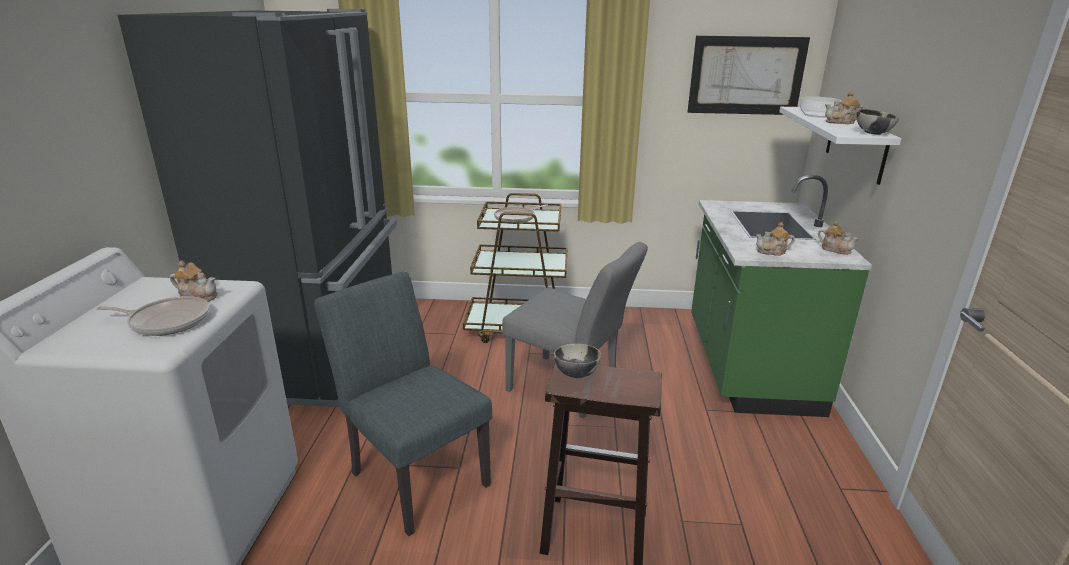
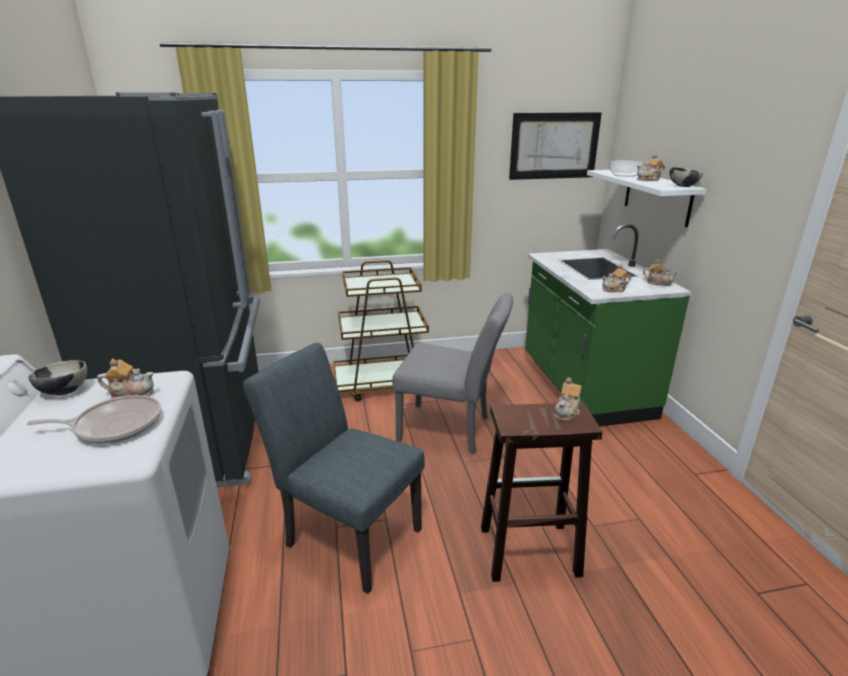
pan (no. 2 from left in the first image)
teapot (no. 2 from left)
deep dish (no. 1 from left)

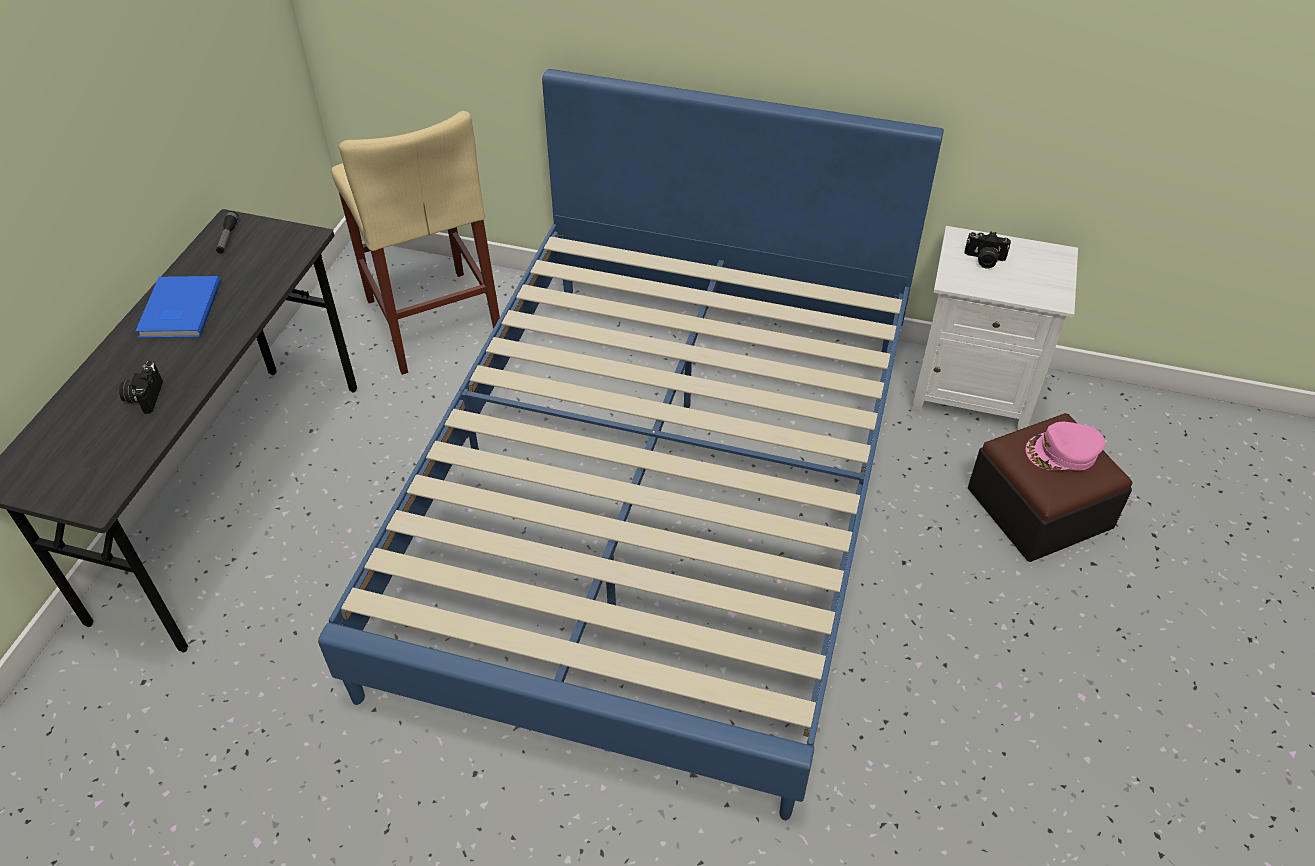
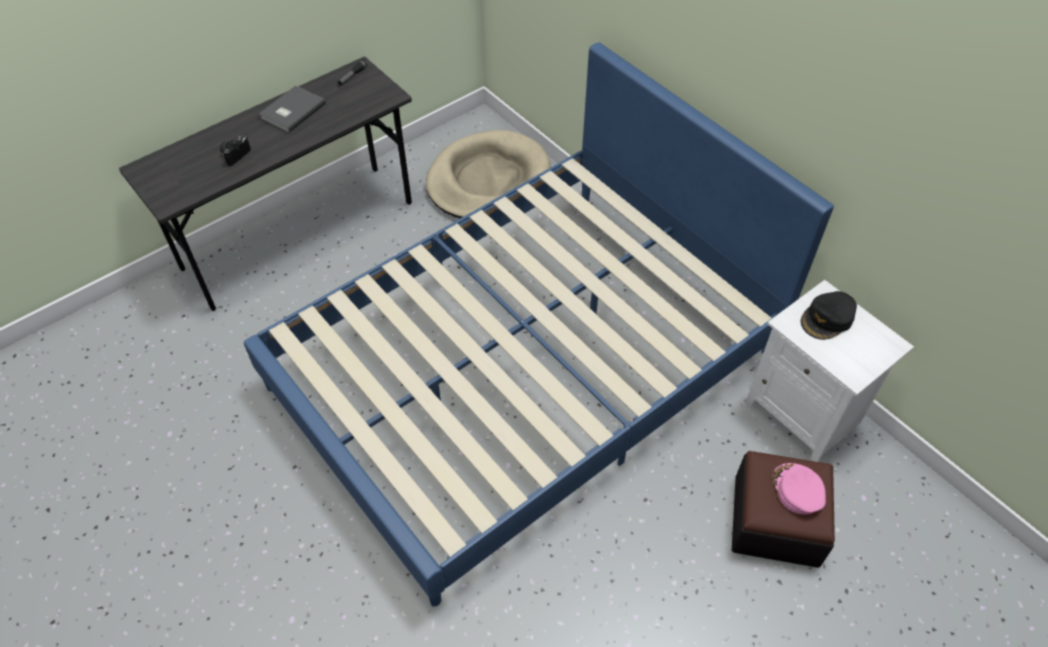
sand-coloured pet bed
blackish baseball cap
greyish volume
pink-coloured baseball cap

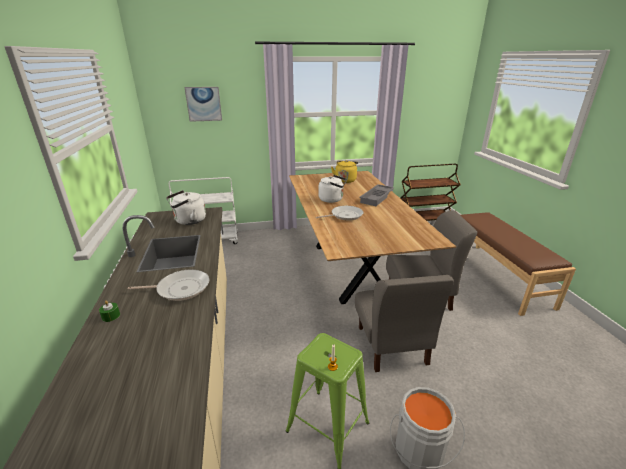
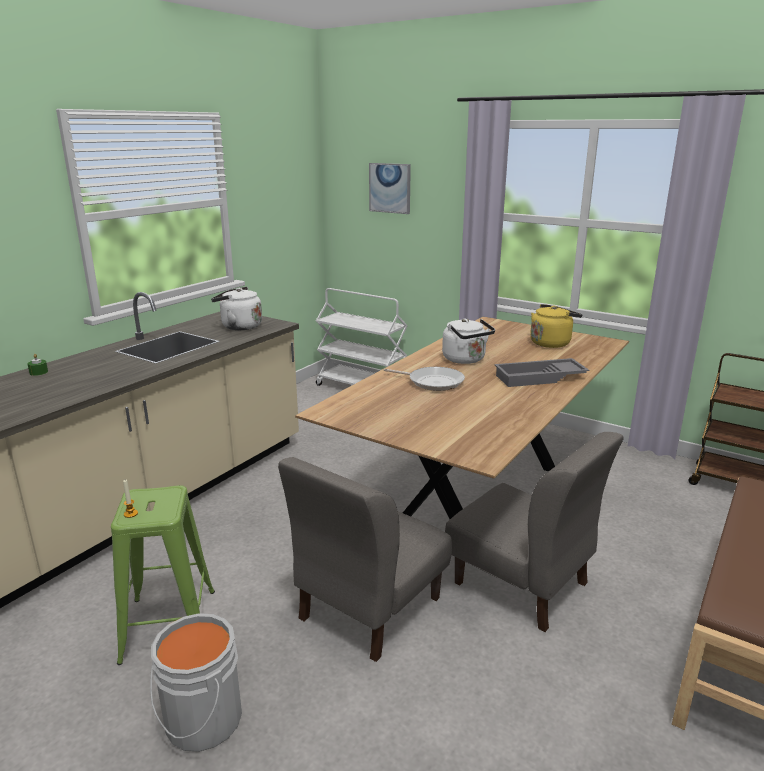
pan (no. 1 from left in the first image)

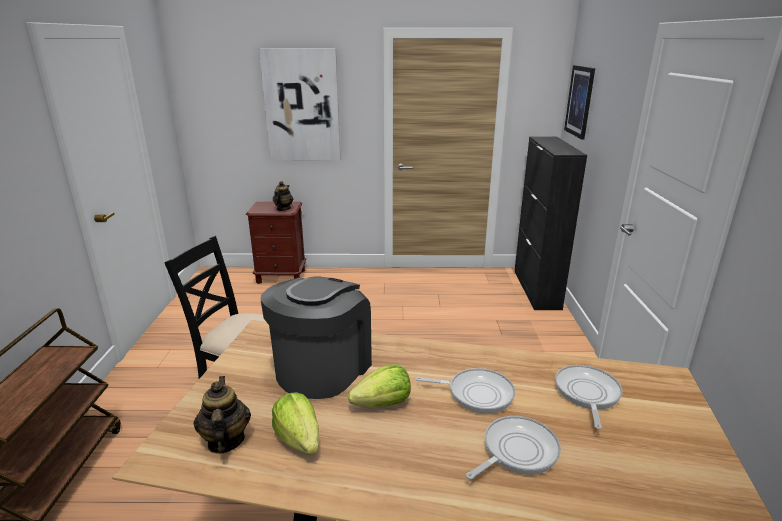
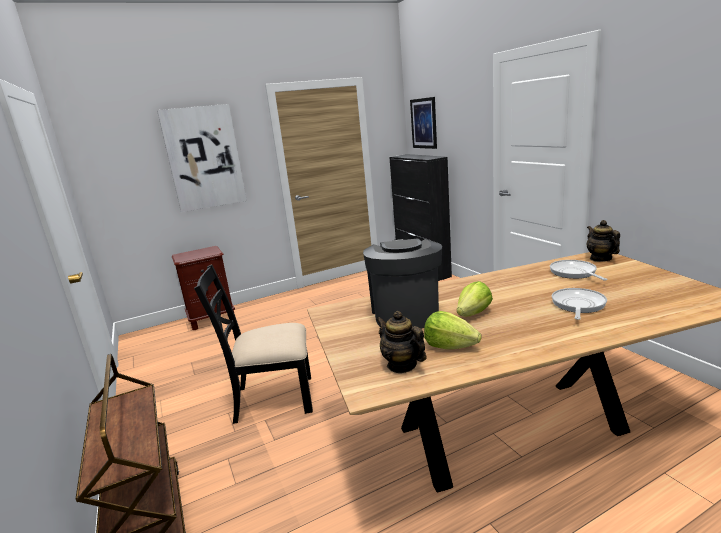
pan (no. 1 from left in the first image)
teapot (no. 2 from left)

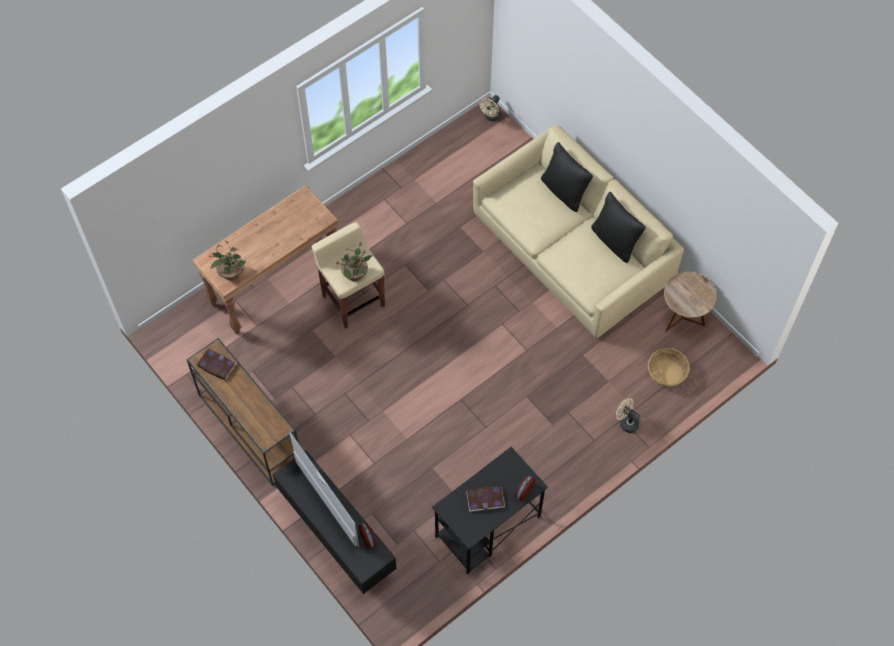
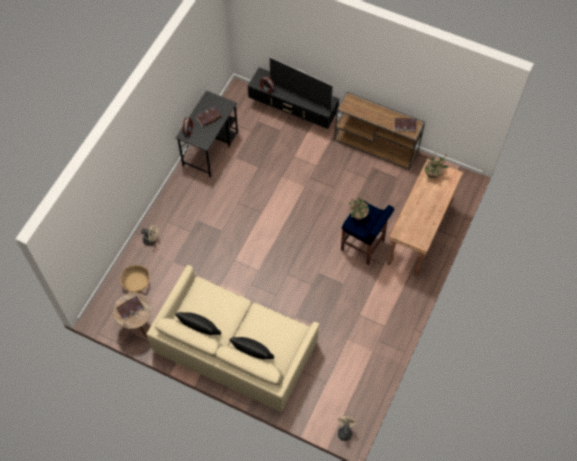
volume (no. 1 from left)
blue-coloured sitting stool

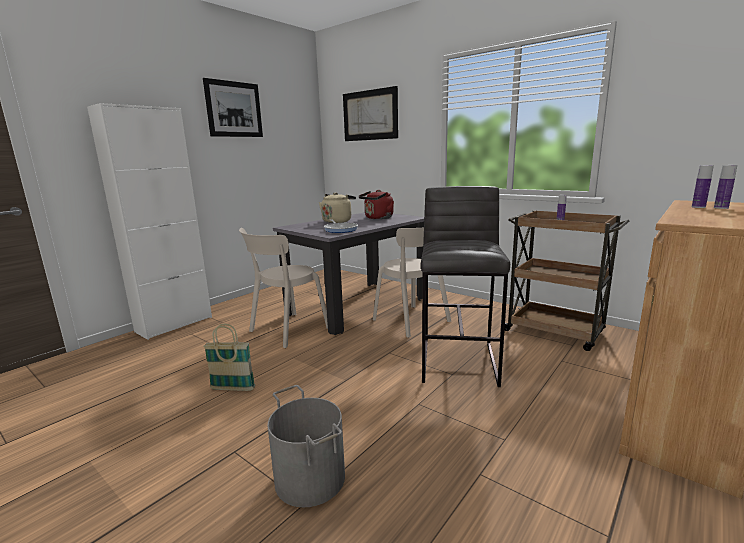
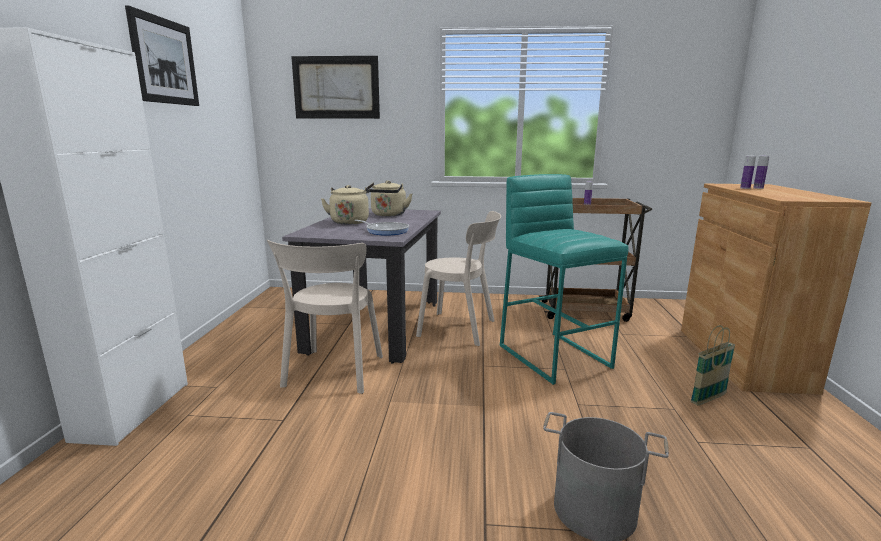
storage basket
sand-coloured tea kettle (no. 2 from left)
turquoise sitting stool

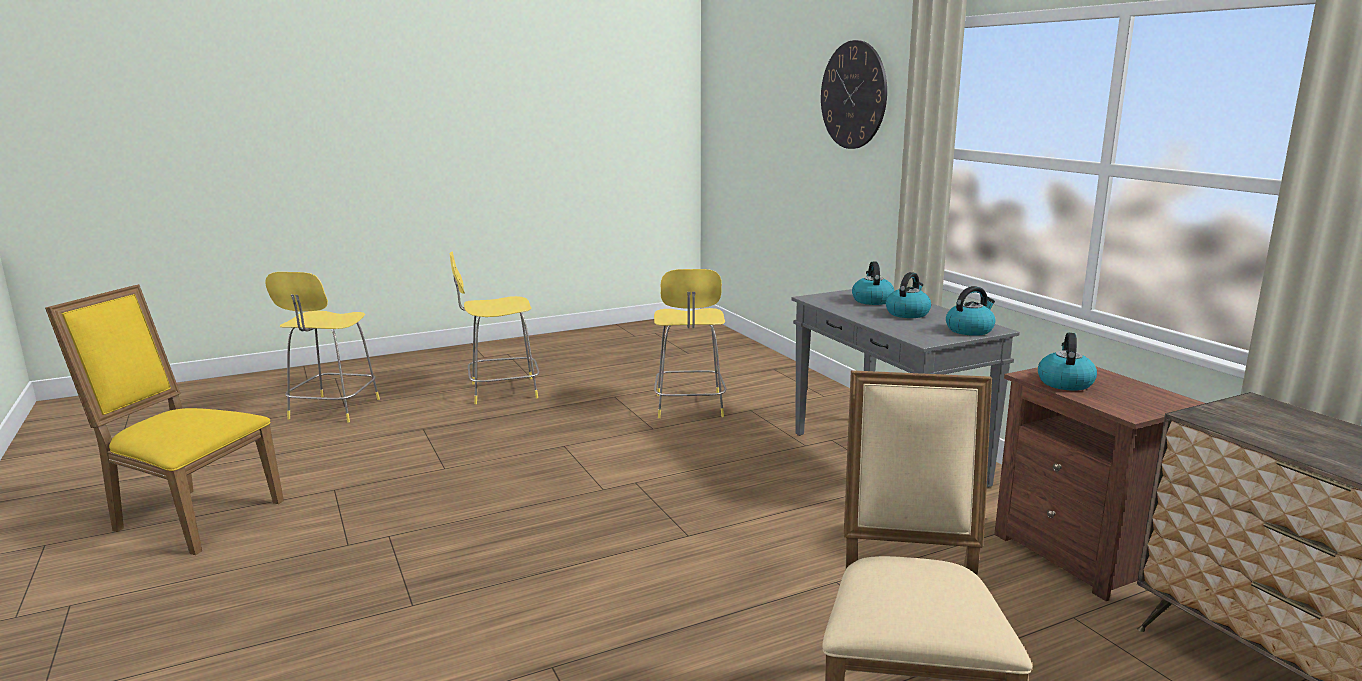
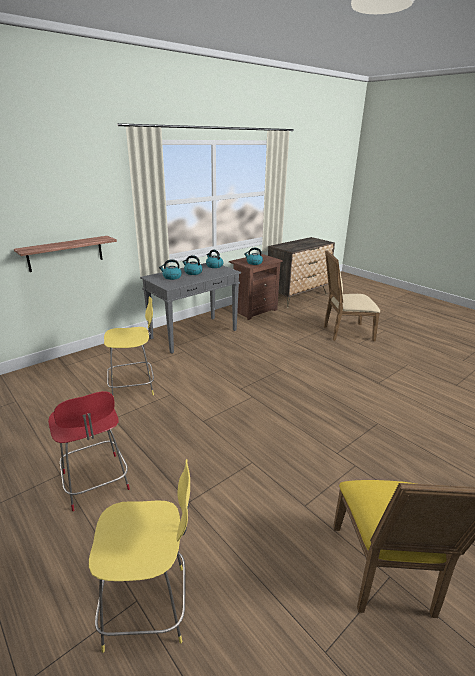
wall clock
shelf
red-coloured sitting stool

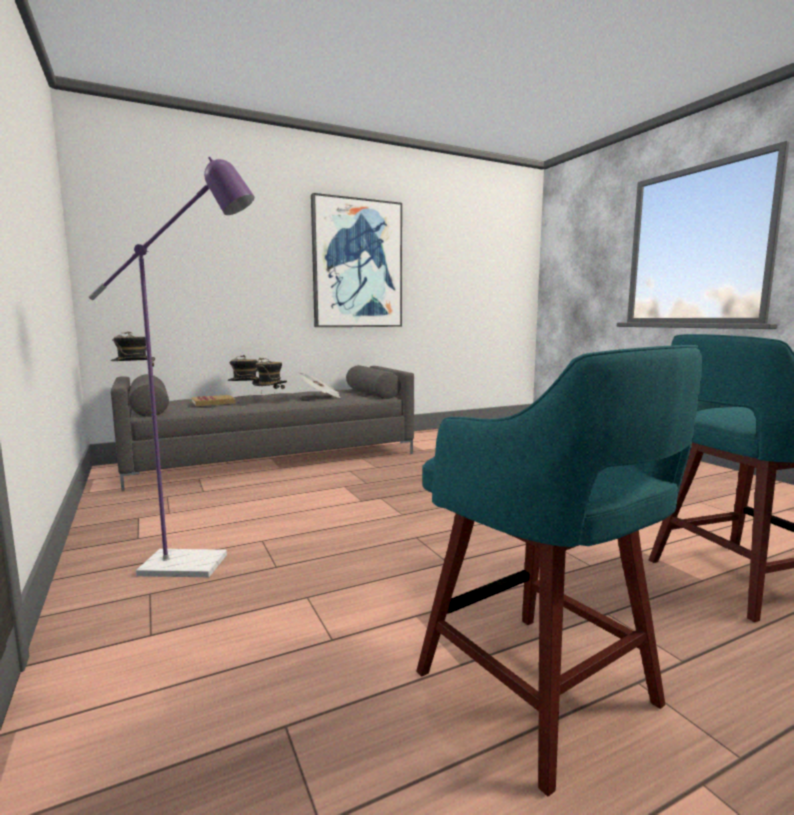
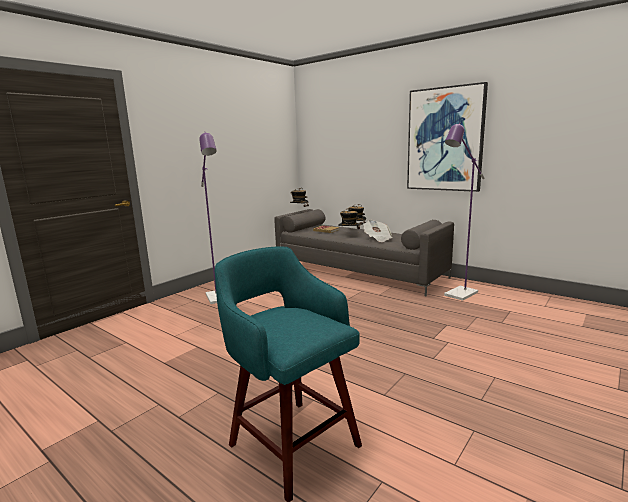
turquoise sitting stool (no. 1 from left in the first image)
purple standard lamp (no. 2 from left)

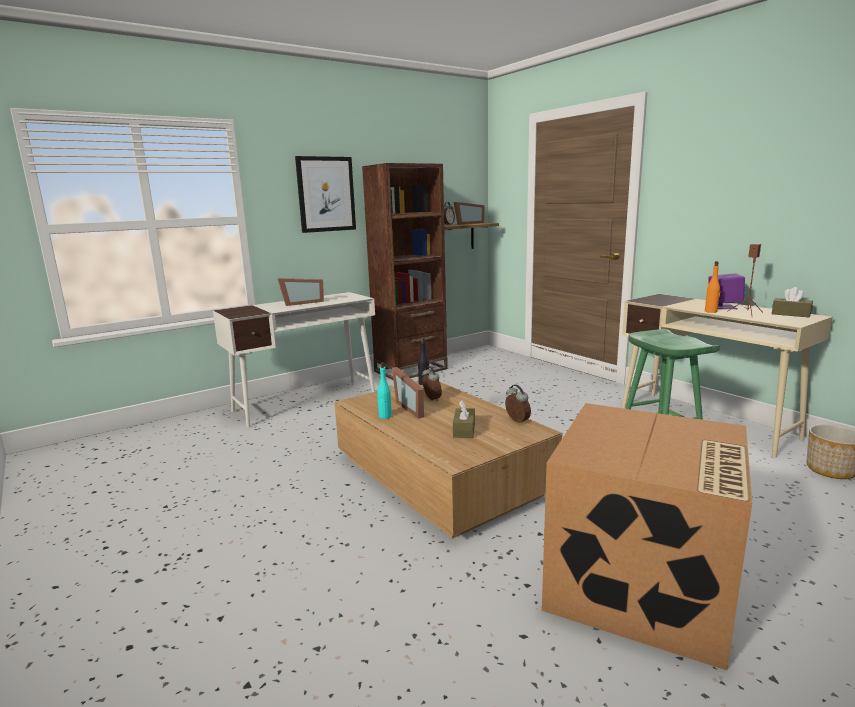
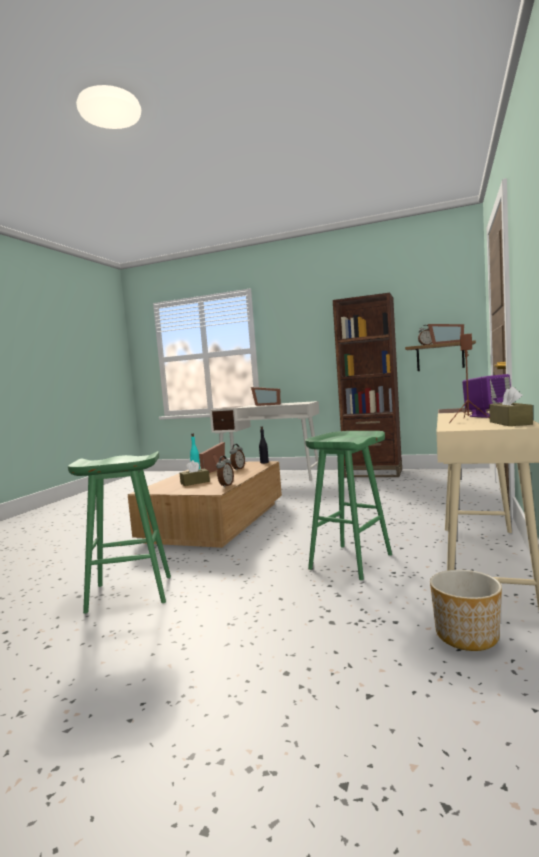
wall art
orange-coloured bottle
greenish sitting stool (no. 1 from left)

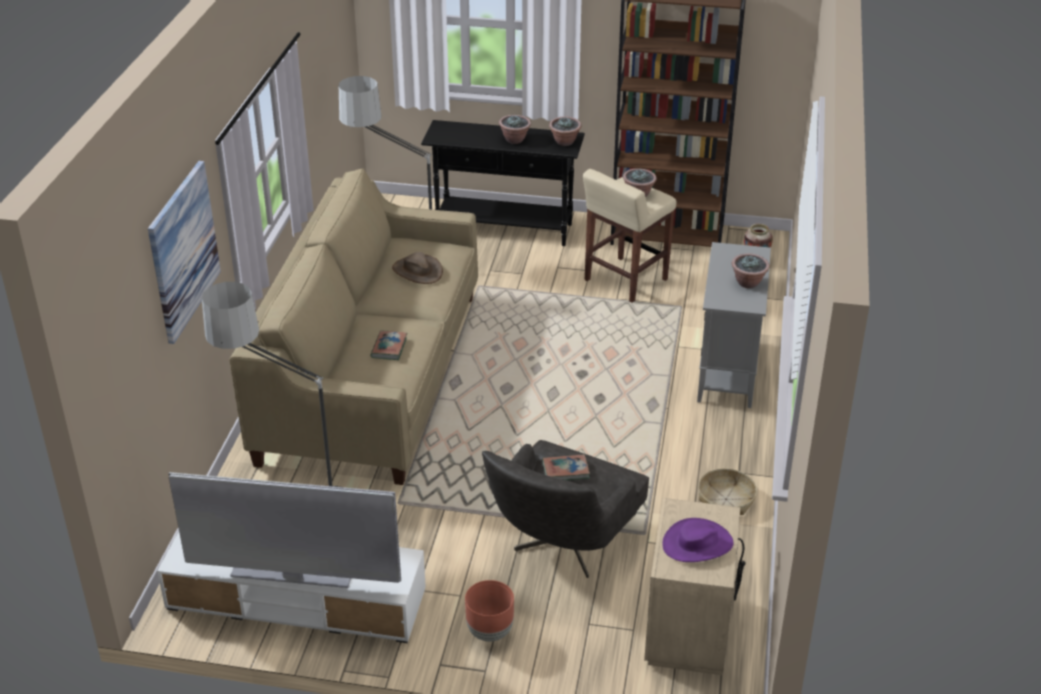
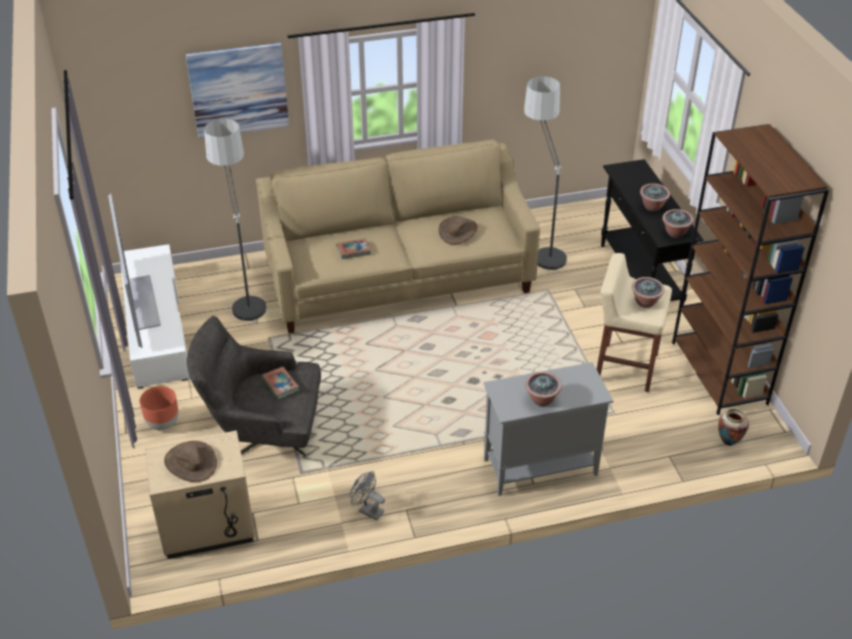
greyish fan
brownish hat (no. 1 from left)

